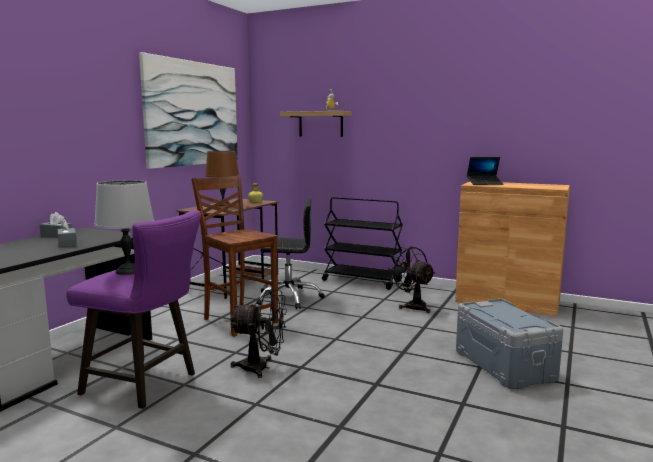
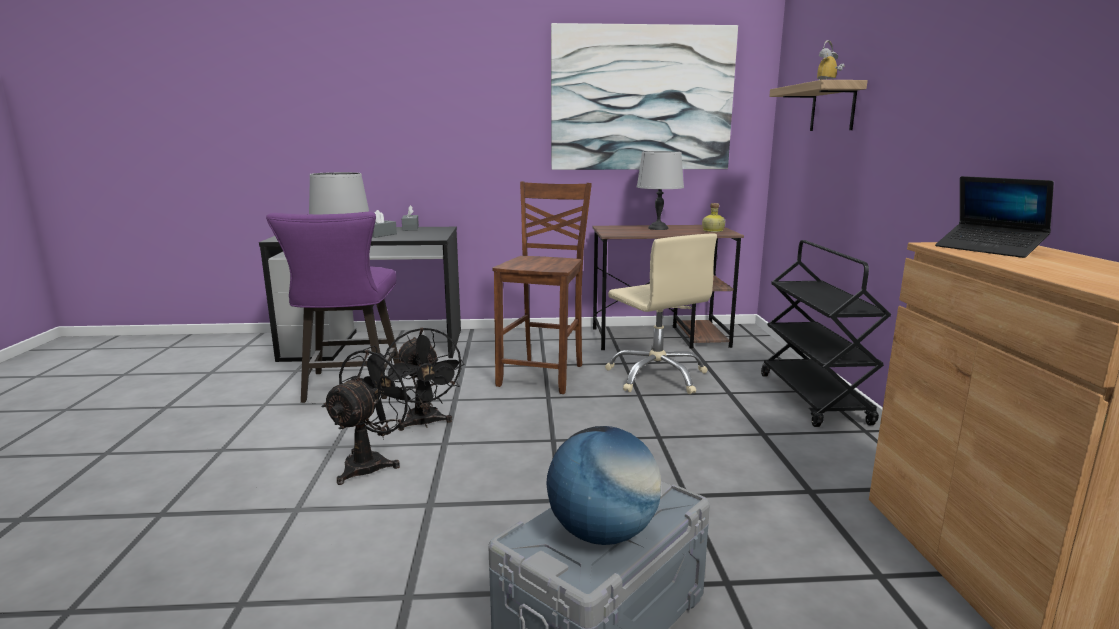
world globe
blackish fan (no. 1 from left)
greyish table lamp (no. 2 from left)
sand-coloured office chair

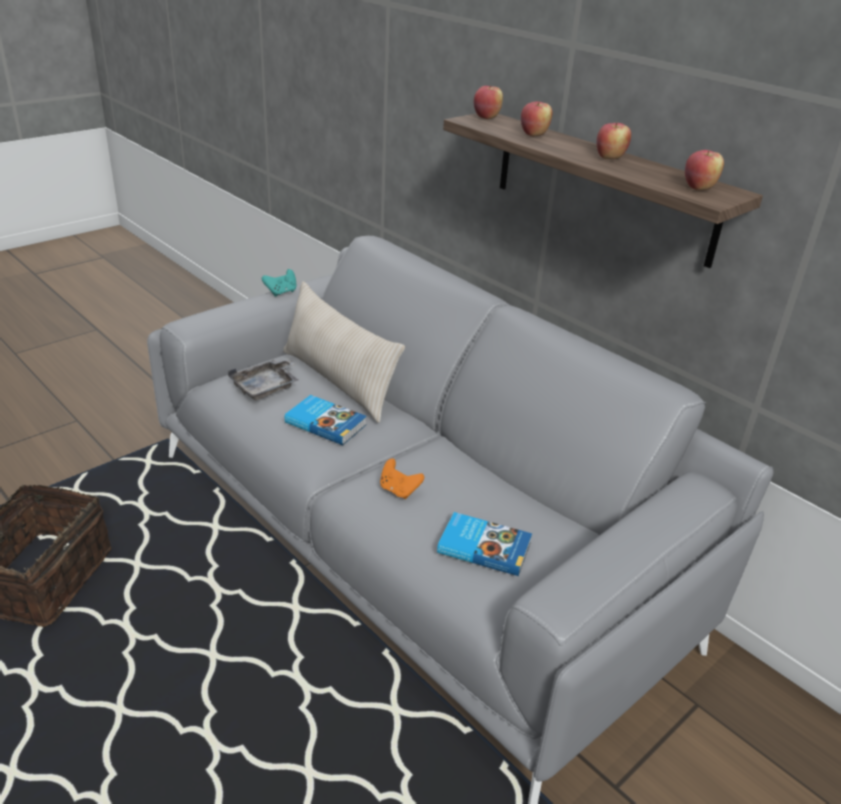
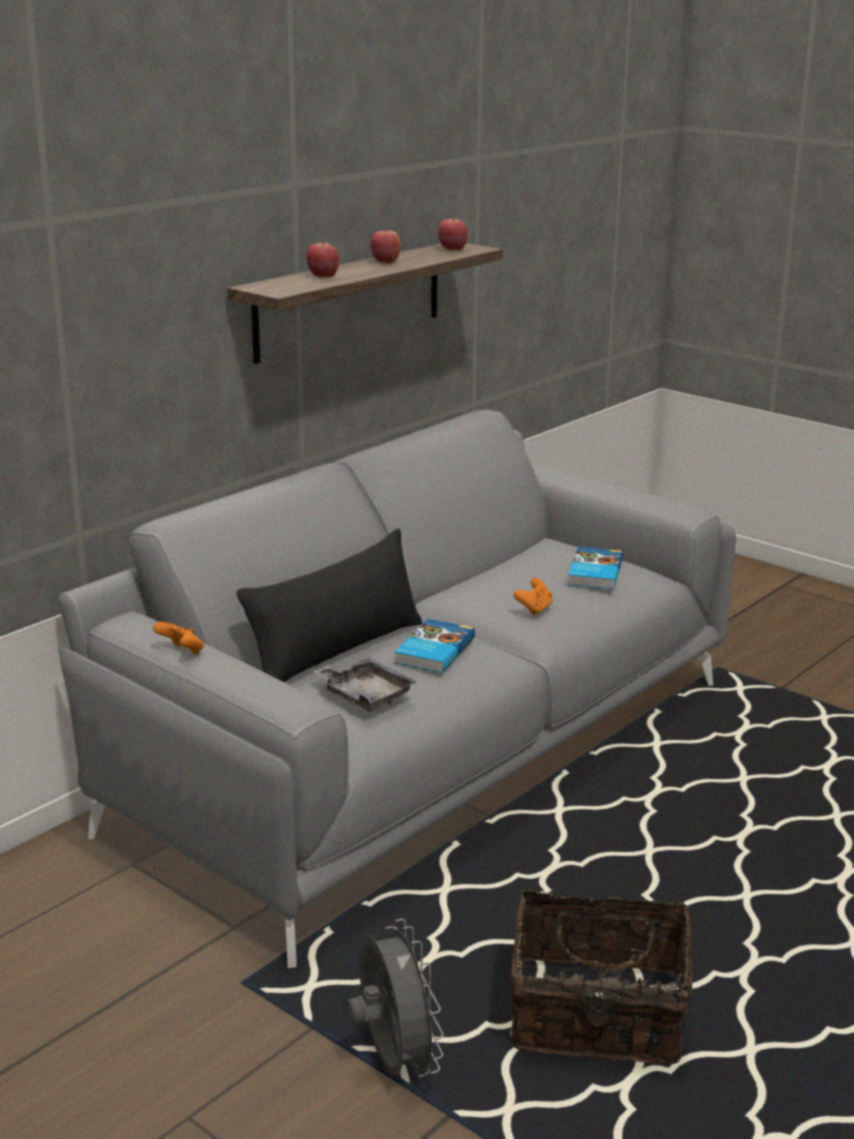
whole apple (no. 1 from left in the first image)
greyish fan
orange-coloured joypad (no. 1 from left)
blackish pillow

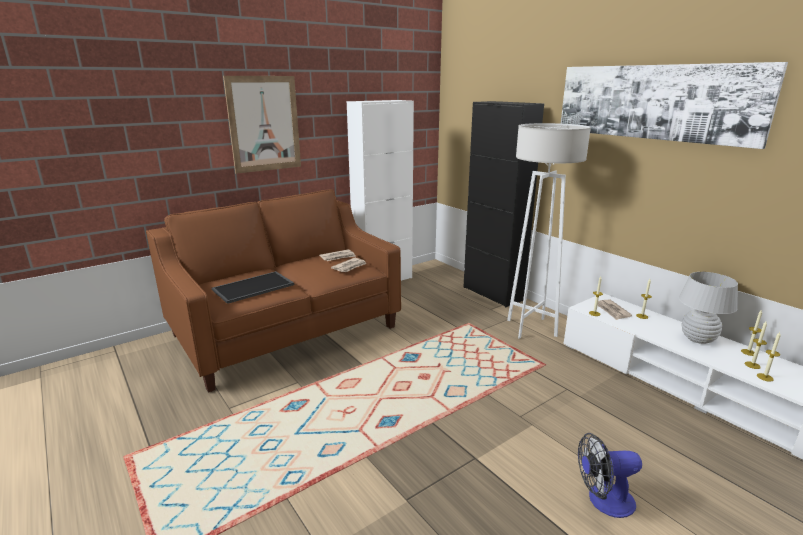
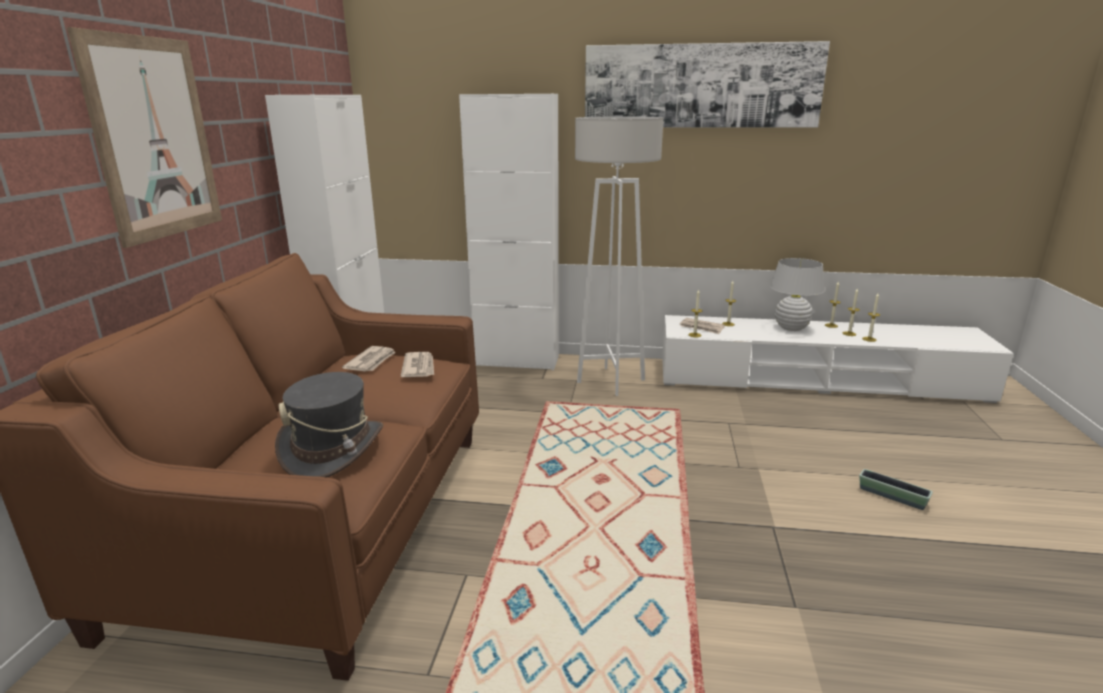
greyish hat
flower pot
whitish cabinet (no. 2 from left)

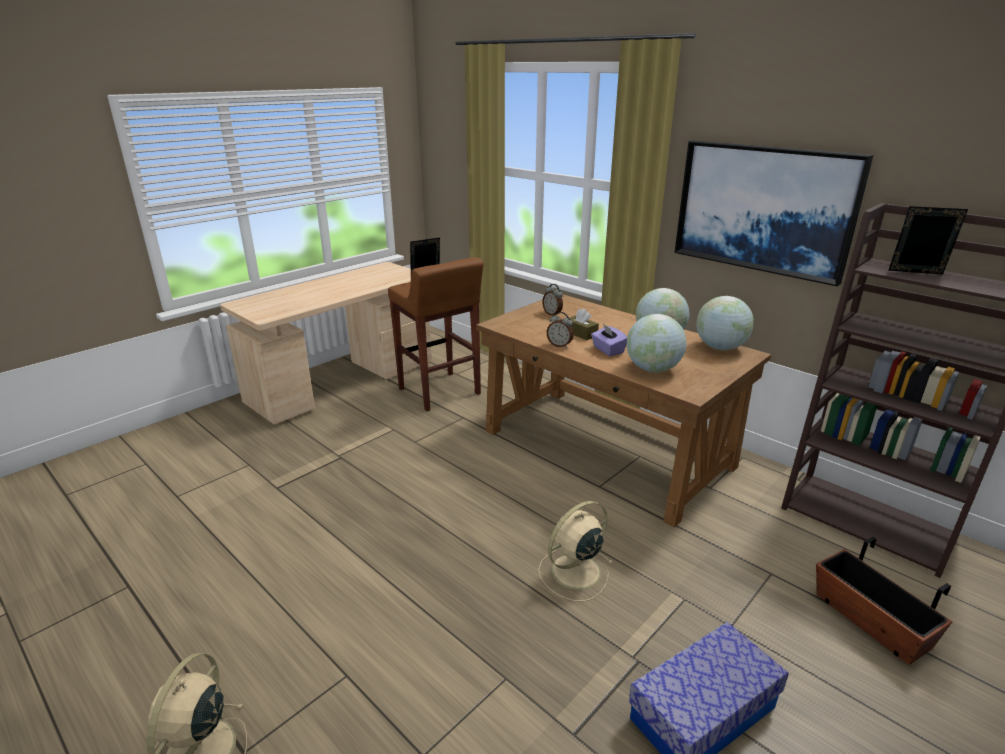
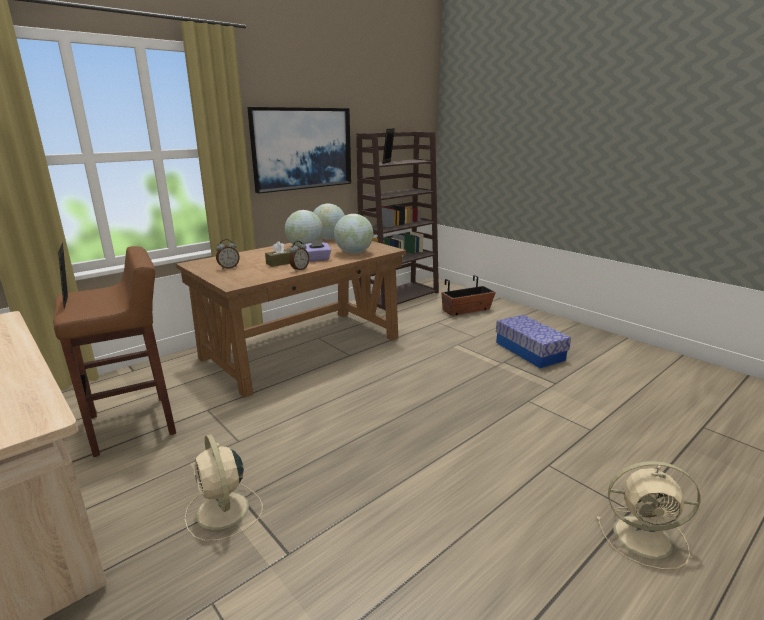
sand-coloured fan (no. 1 from left)

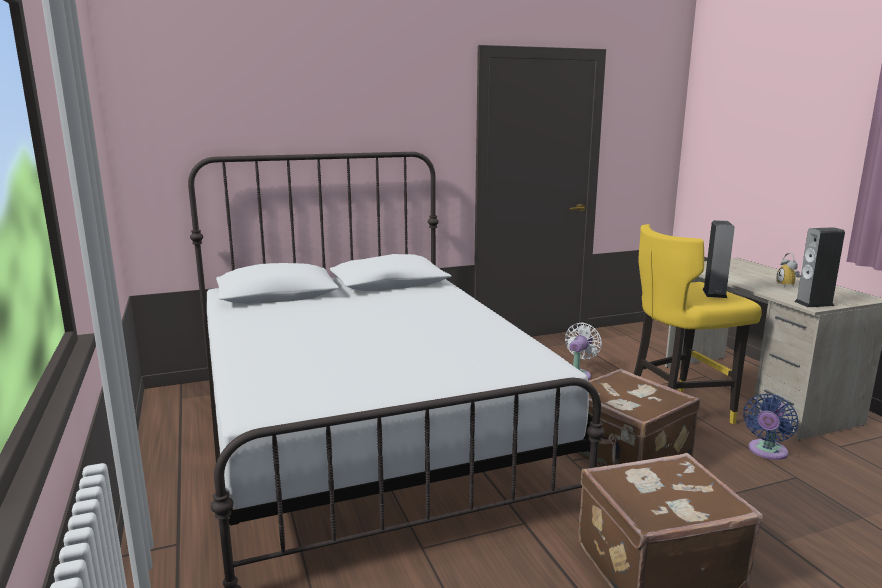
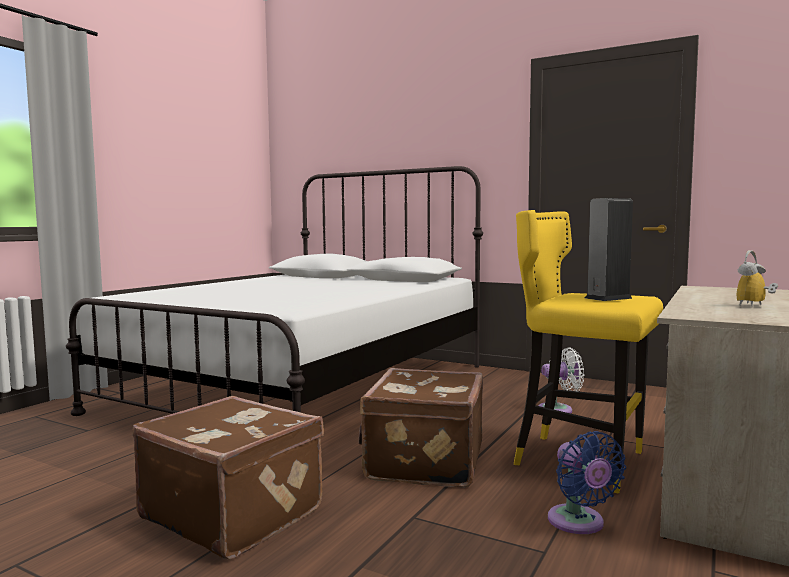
loudspeaker (no. 2 from left in the first image)
blue-coloured fan

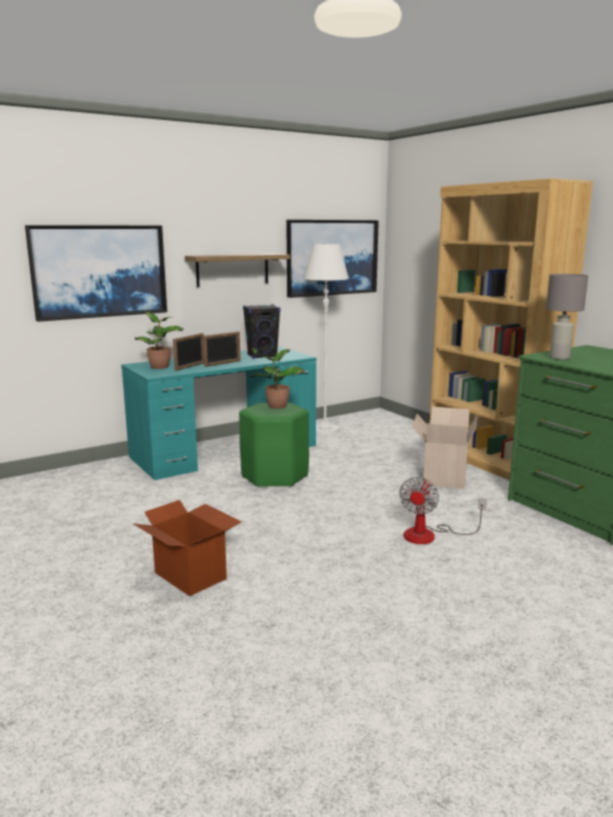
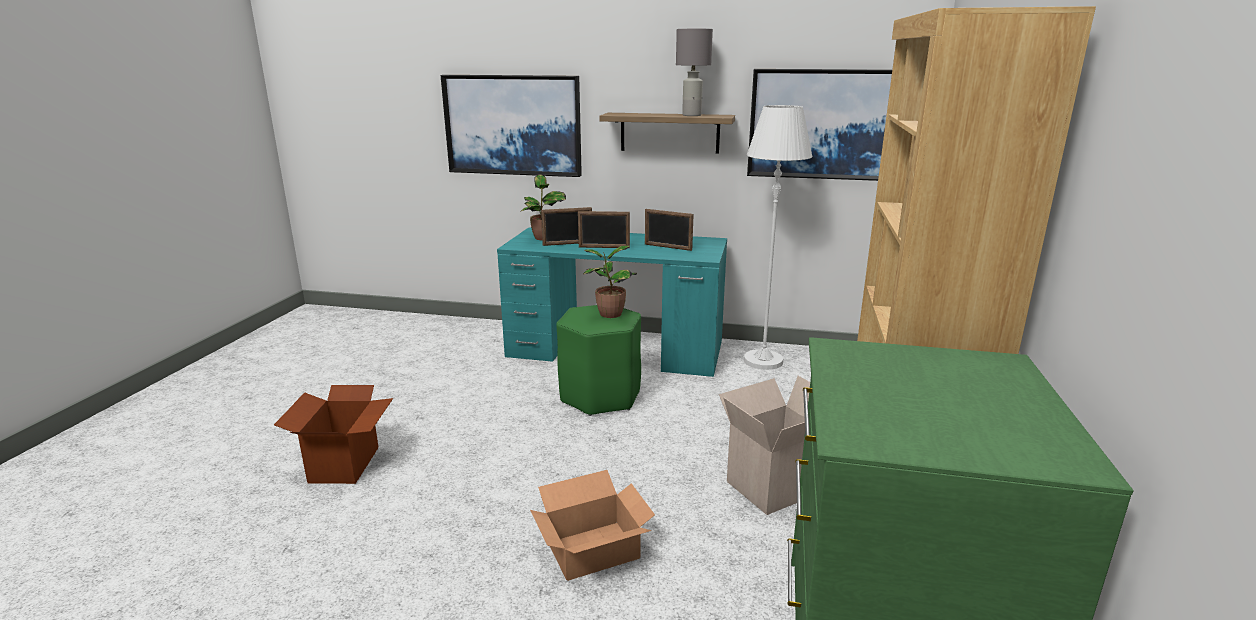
greyish table lamp
photo frame (no. 3 from left)
carton (no. 2 from left)

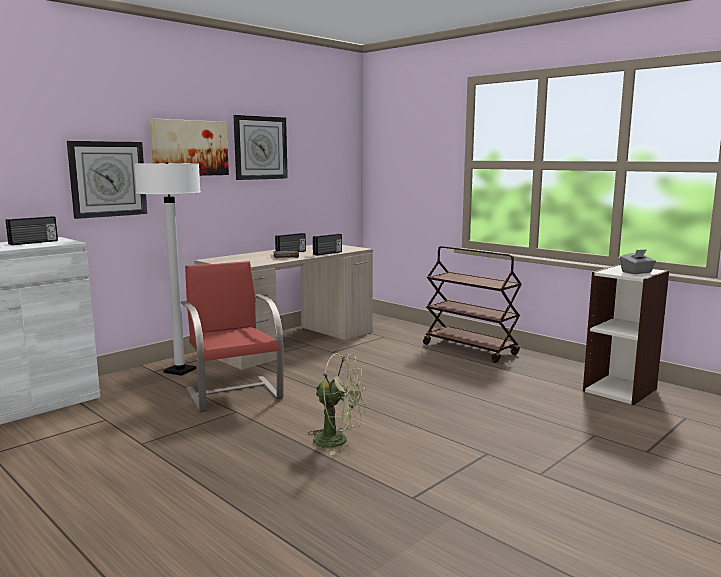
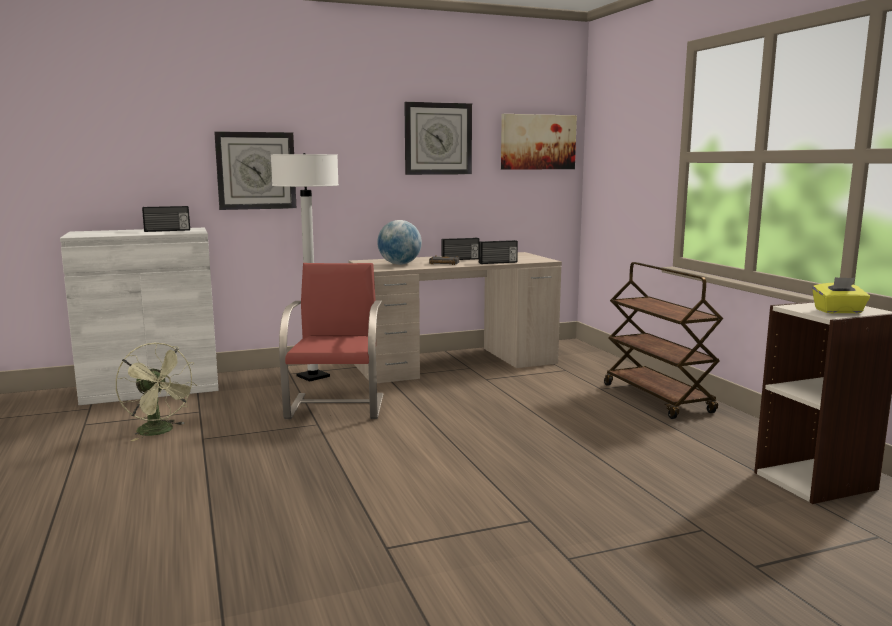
world globe
wall art
greenish fan
yellowish box of tissues

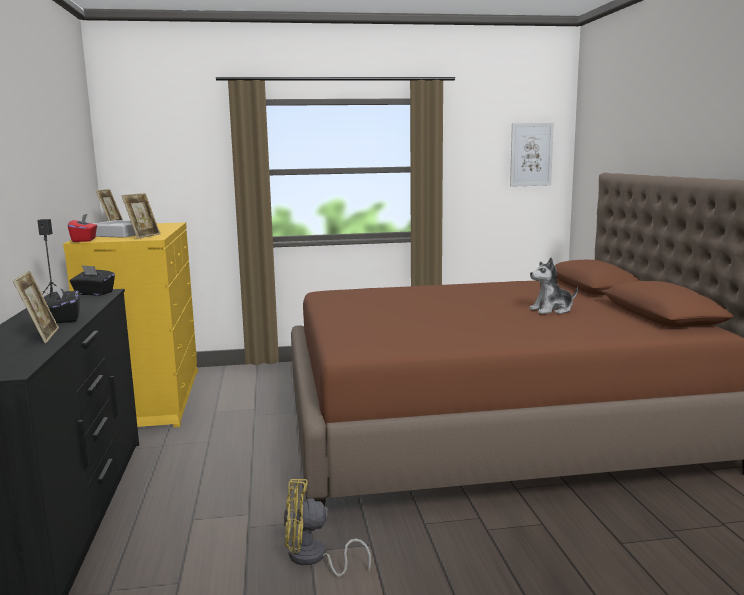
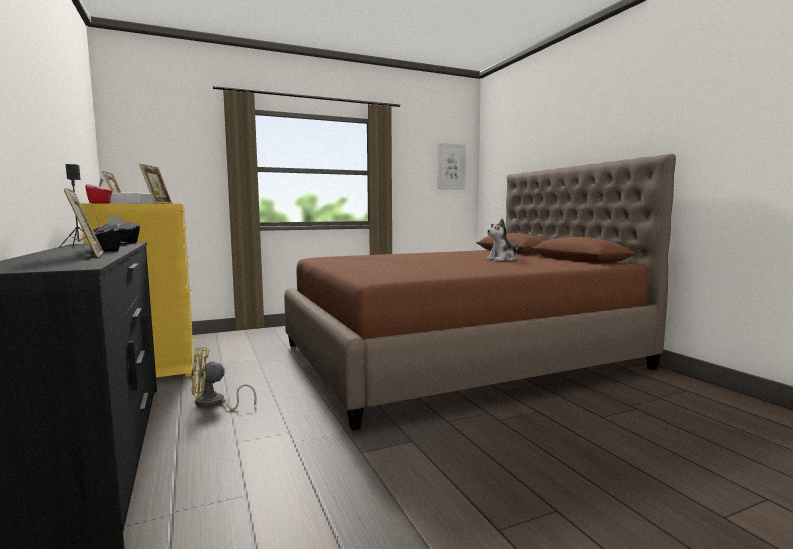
yellowish fan

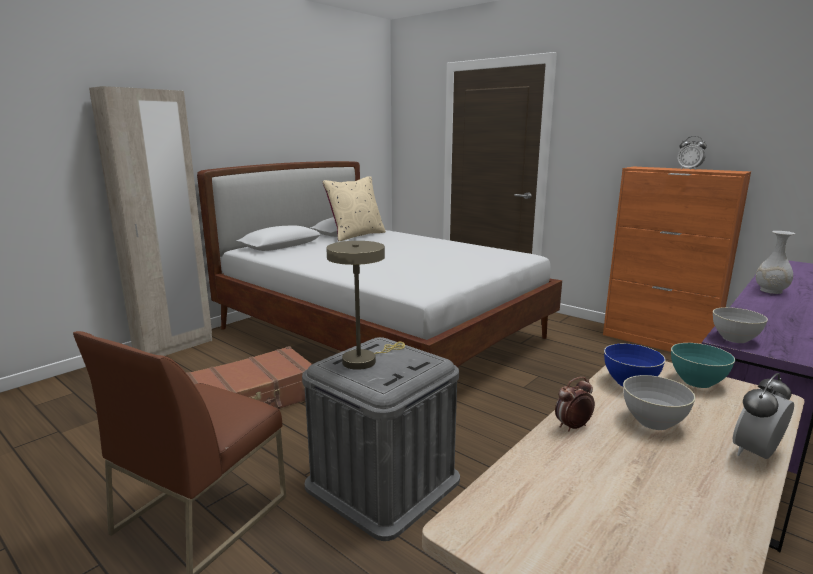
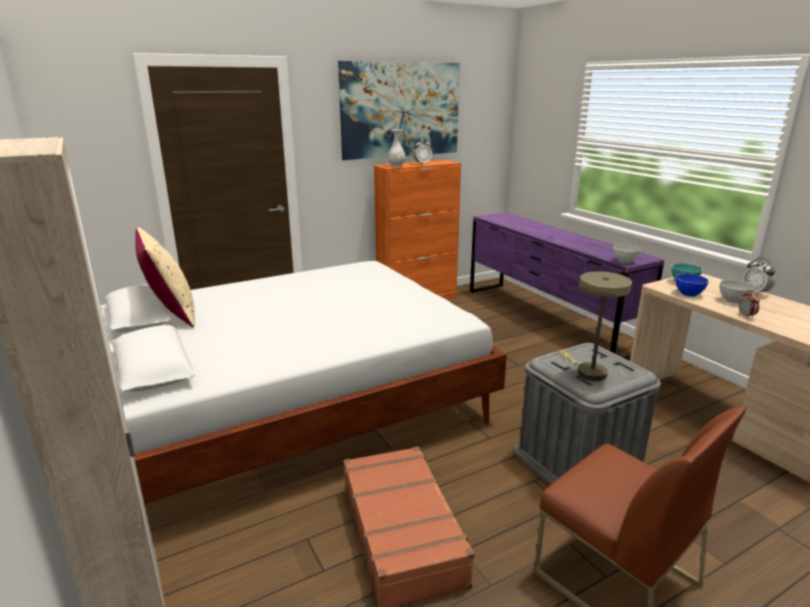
wall art
whitish flower vase

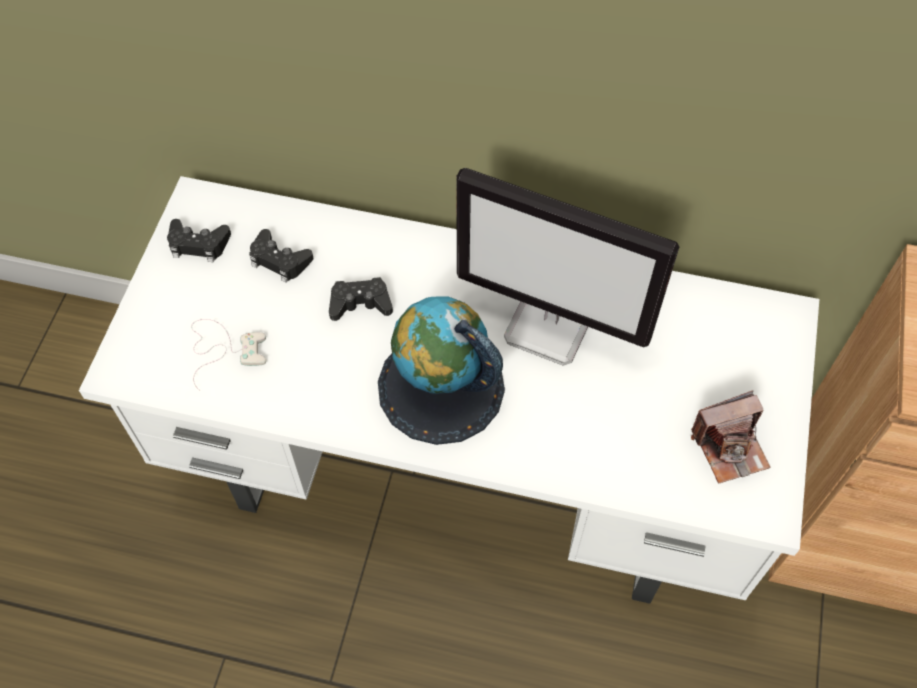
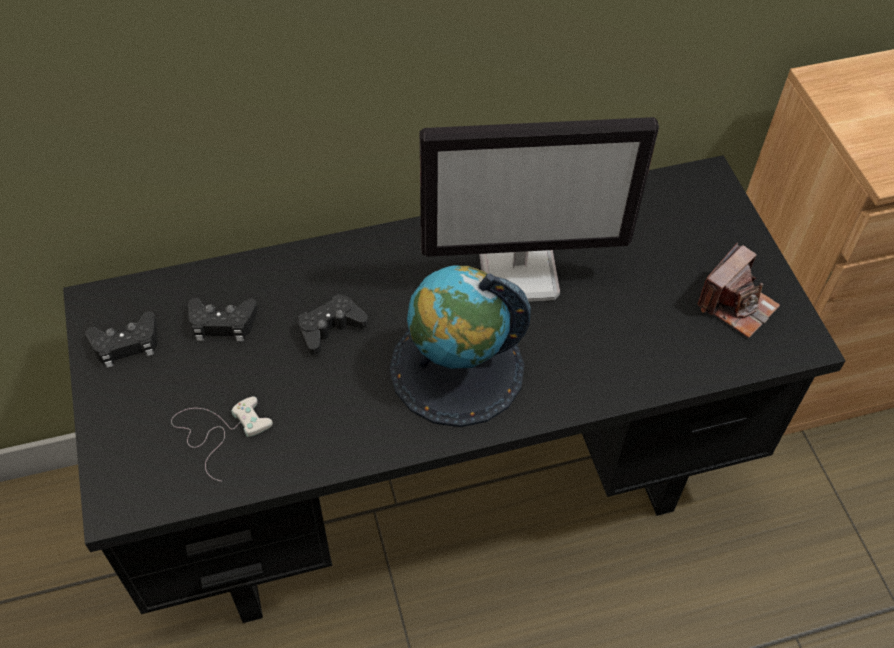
blackish desk

